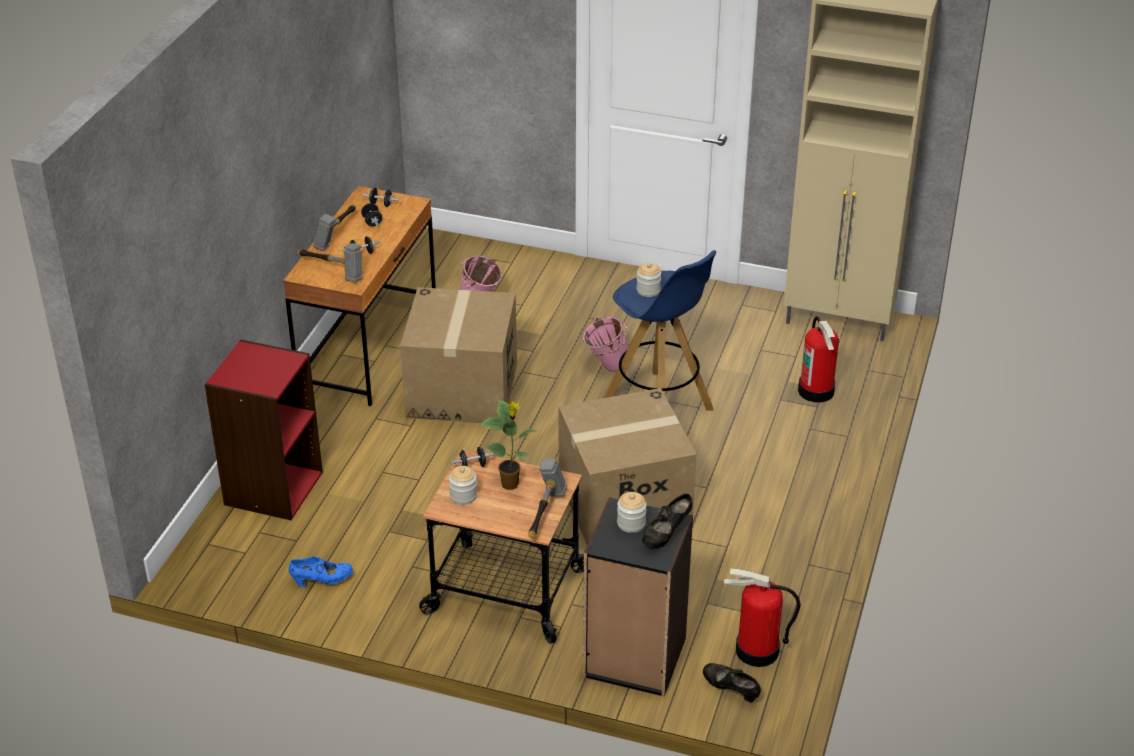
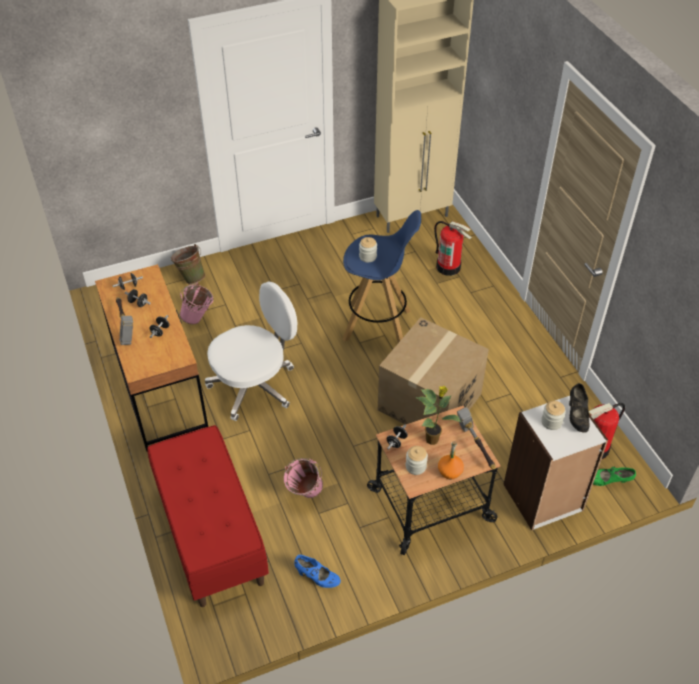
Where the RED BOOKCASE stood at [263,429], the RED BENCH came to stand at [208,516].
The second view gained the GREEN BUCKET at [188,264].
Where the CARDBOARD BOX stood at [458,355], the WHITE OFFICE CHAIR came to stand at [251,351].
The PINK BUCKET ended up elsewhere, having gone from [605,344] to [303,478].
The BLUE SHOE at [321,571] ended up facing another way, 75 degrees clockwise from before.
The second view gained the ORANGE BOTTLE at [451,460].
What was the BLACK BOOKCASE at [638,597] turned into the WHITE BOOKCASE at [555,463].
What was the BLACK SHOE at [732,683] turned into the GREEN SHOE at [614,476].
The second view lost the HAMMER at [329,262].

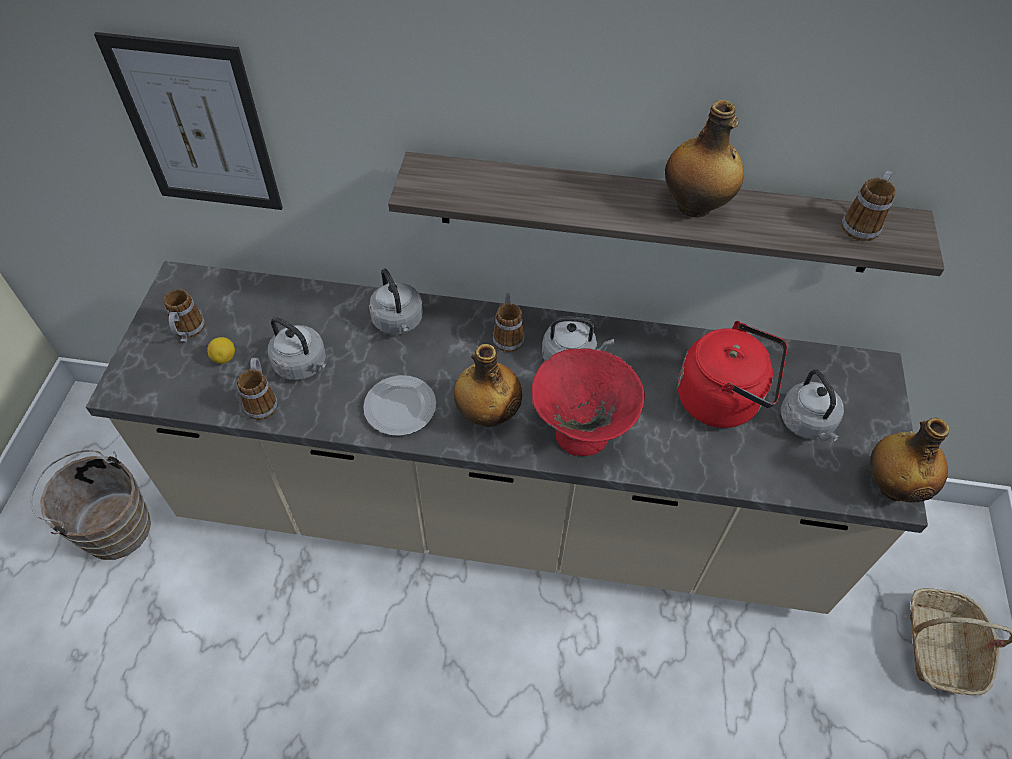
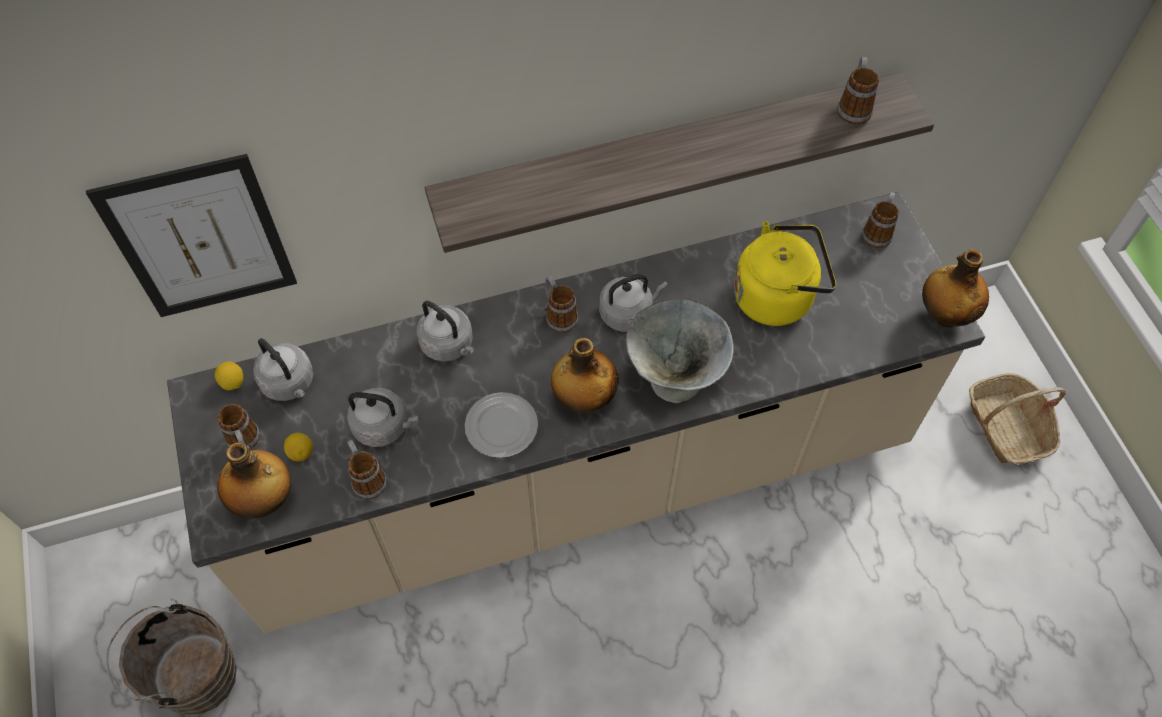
The second view gained the LEMON at [229,375].
The BOTTLE ended up elsewhere, having gone from [704,159] to [254,480].
The GREY KETTLE ended up elsewhere, having gone from [812,405] to [283,369].
What was the RED BOWL at [588,402] turned into the GREY BOWL at [679,351].
What was the RED KETTLE at [732,374] turned into the YELLOW KETTLE at [785,273].
The second view gained the MUG at [880,220].

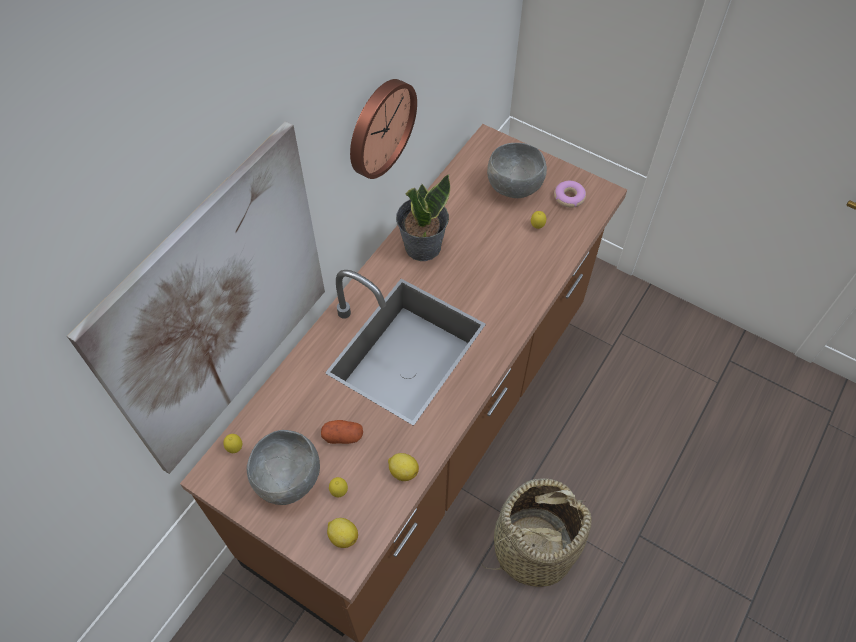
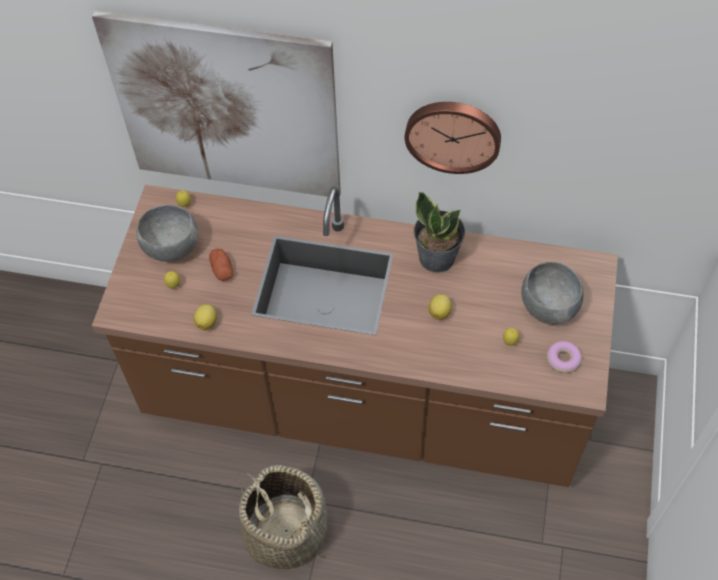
The LEMON ended up elsewhere, having gone from [342,533] to [440,307].

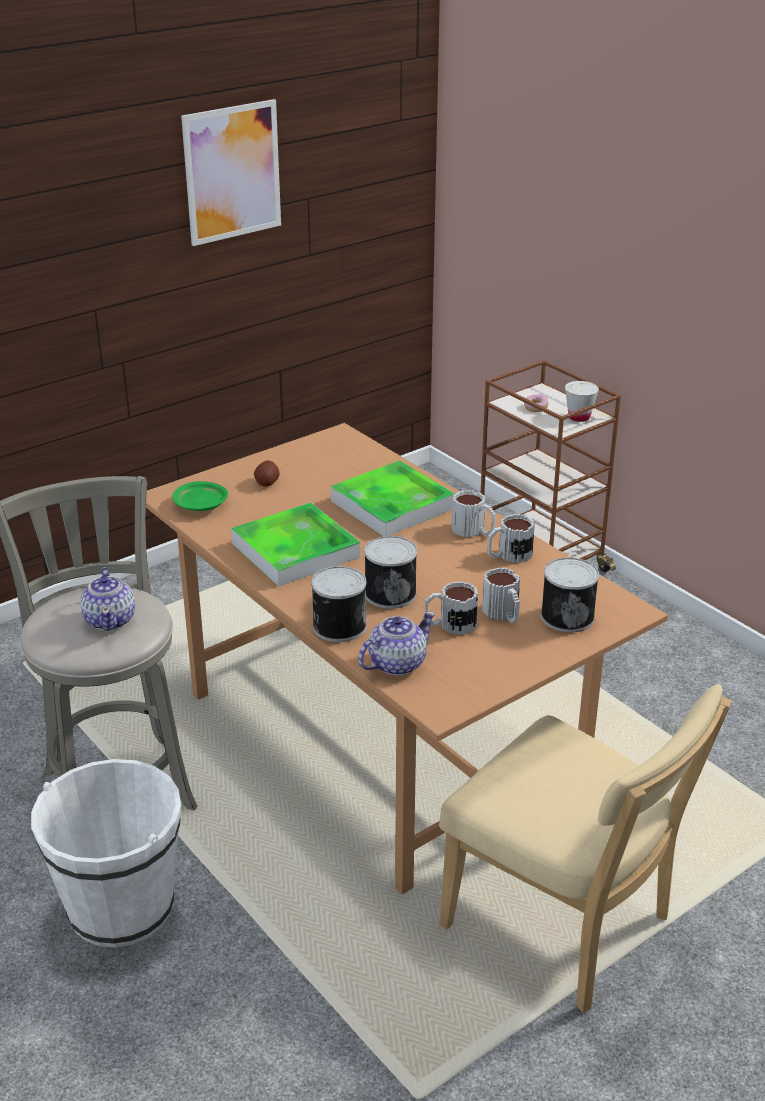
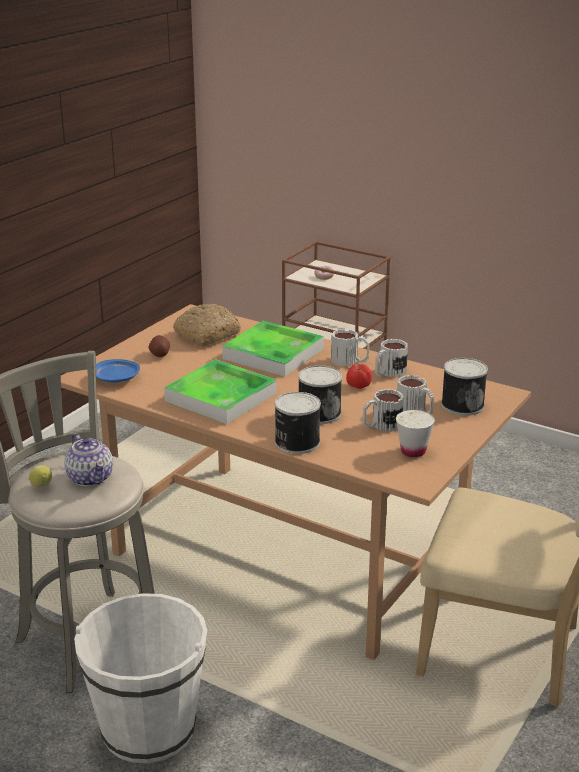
The second view gained the LEMON at [40,476].
What was the GREEN PLATE at [200,496] turned into the BLUE PLATE at [118,371].
The second view gained the BREAD at [207,325].
The second view gained the TOMATO at [359,376].
The WHITE CUP ended up elsewhere, having gone from [582,401] to [415,433].
The second view lost the PICTURE at [231,172].
The second view lost the TEAPOT at [397,643].

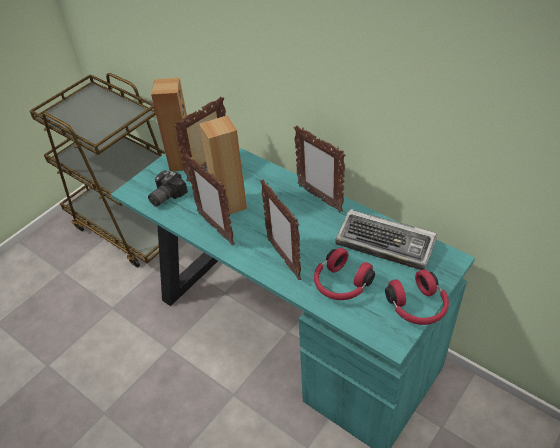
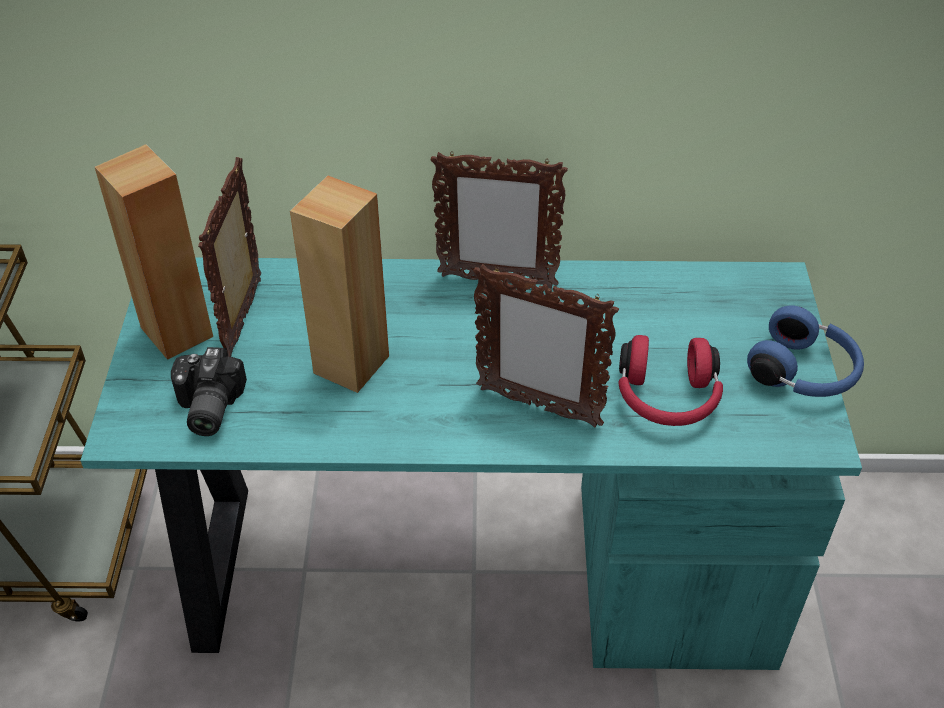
What was the RED HEADPHONES at [417,297] turned into the BLUE HEADPHONES at [805,351].
The second view lost the PICTURE FRAME at [209,199].
The second view lost the KEYBOARD at [386,239].

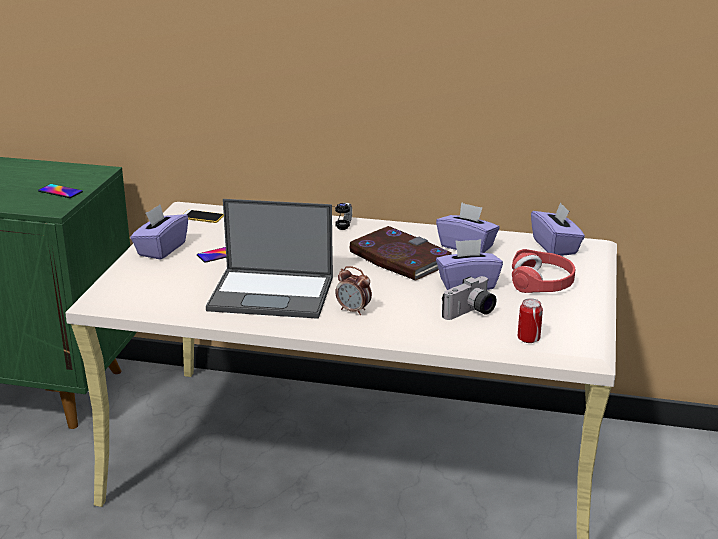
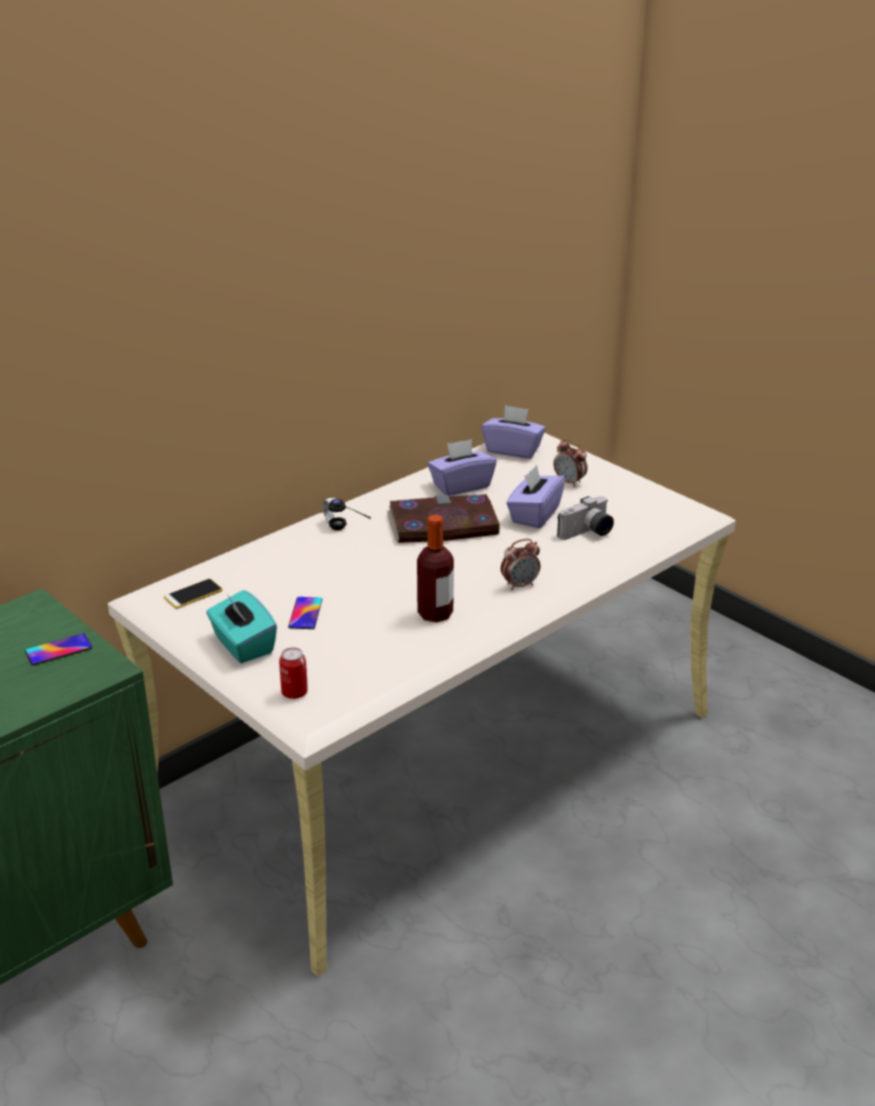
What was the PURPLE TISSUE BOX at [159,232] turned into the TURQUOISE TISSUE BOX at [241,626].
The CAN ended up elsewhere, having gone from [530,320] to [293,673].
Where the LAPTOP stood at [269,259], the BOTTLE came to stand at [435,568].
Where the RED HEADPHONES stood at [544,271], the ALARM CLOCK came to stand at [570,463].
The PHOTO CAMERA at [469,298] ended up facing another way, 60 degrees clockwise from before.

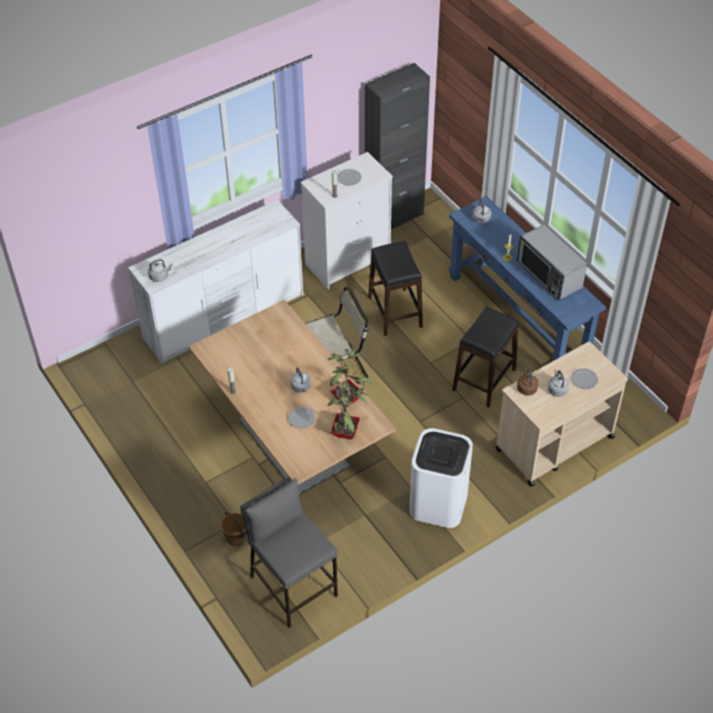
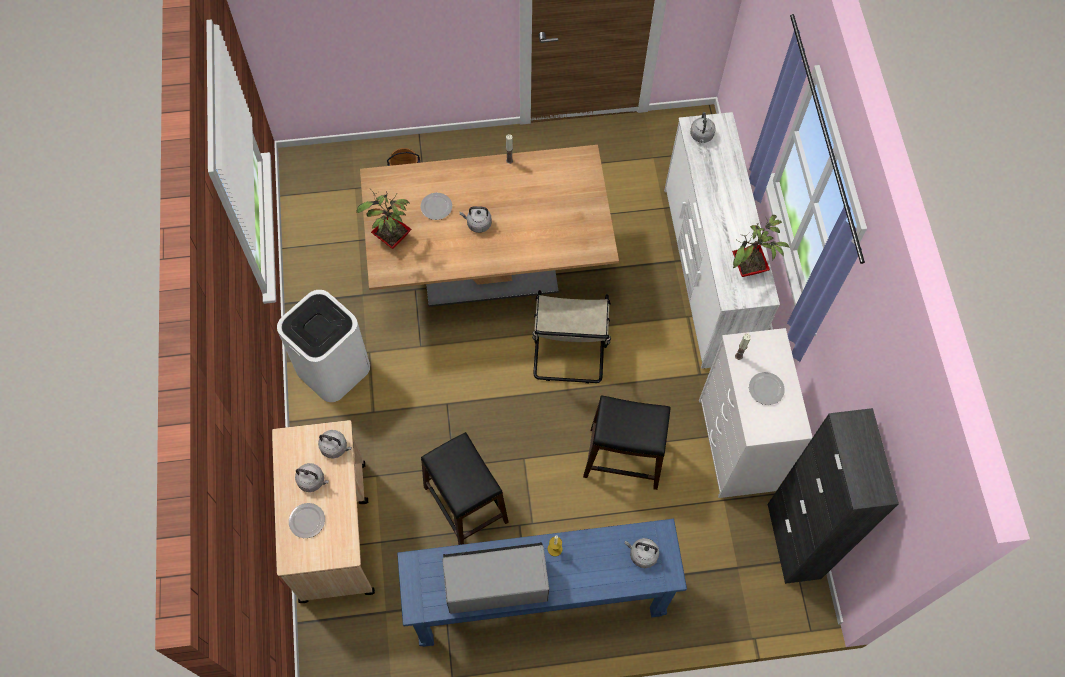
What was the BROWN KETTLE at [527,381] turned into the GREY KETTLE at [334,444].
The POTTED PLANT ended up elsewhere, having gone from [350,378] to [761,246].
The second view lost the GREY STOOL at [289,552].

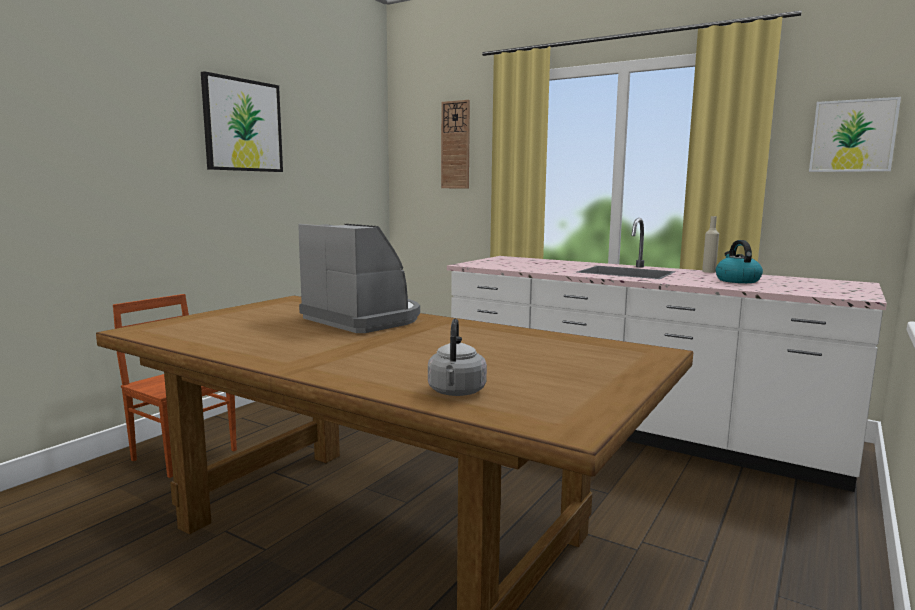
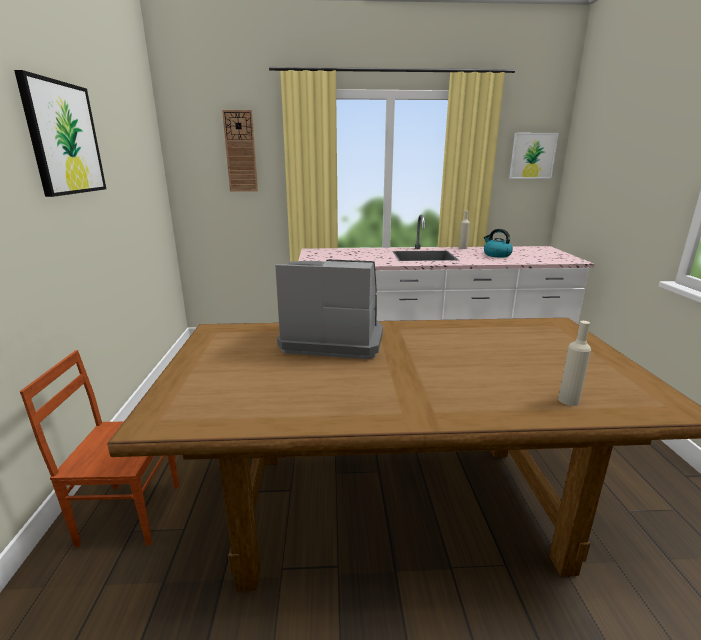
Where the GREY KETTLE stood at [457,357], the BEIGE BOTTLE came to stand at [574,363].

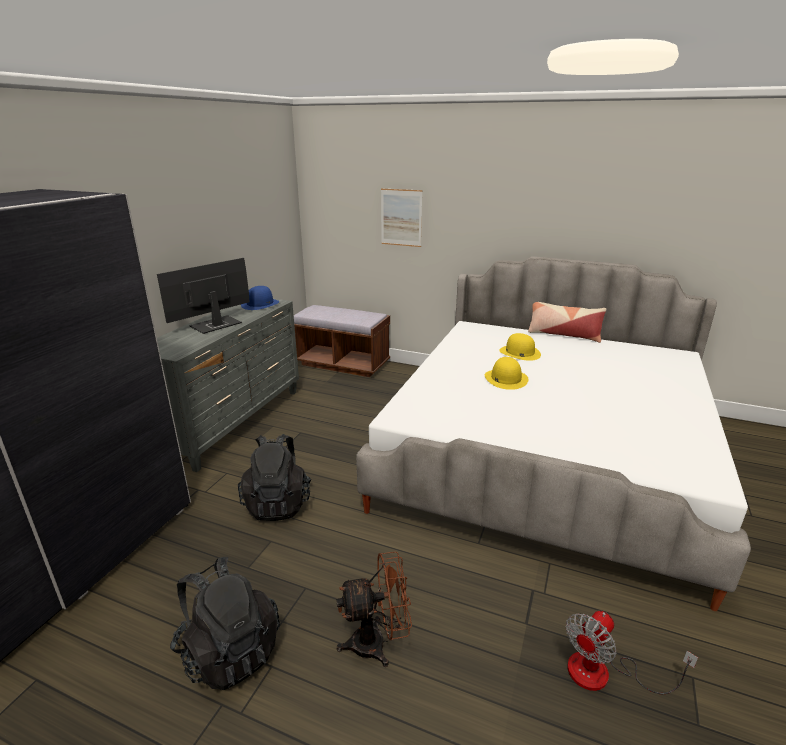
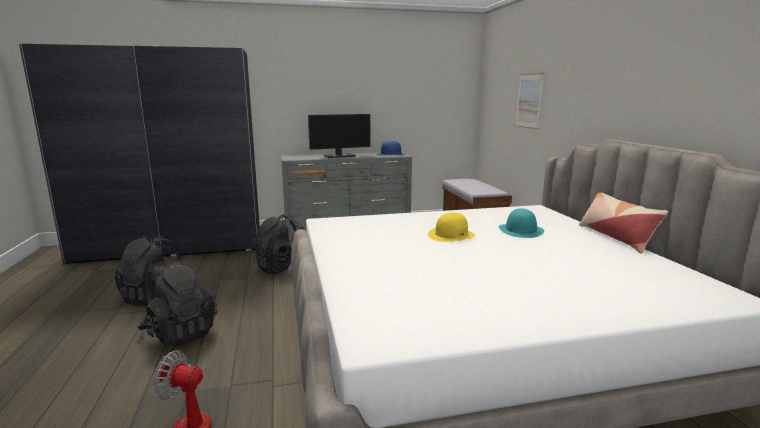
Where the BROWN FAN stood at [374,609], the BLACK BACKPACK came to stand at [177,303].
The MONITOR at [203,296] ended up facing another way, 150 degrees clockwise from before.
What was the YELLOW HAT at [520,347] turned into the TURQUOISE HAT at [521,223].

